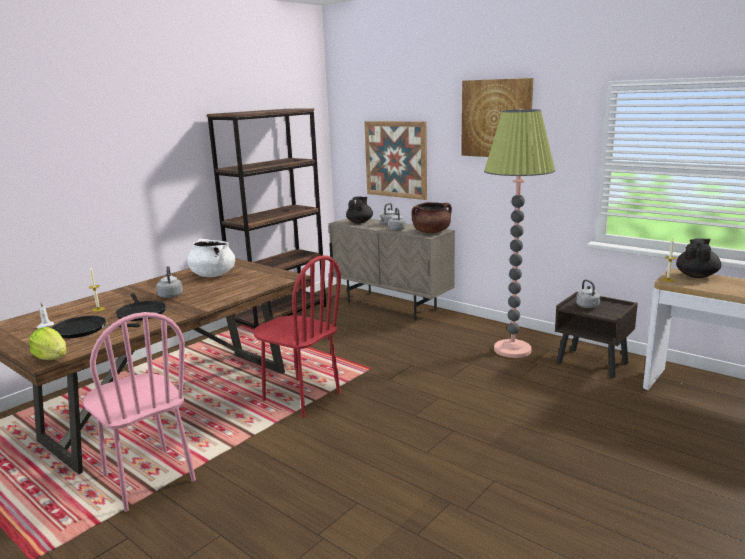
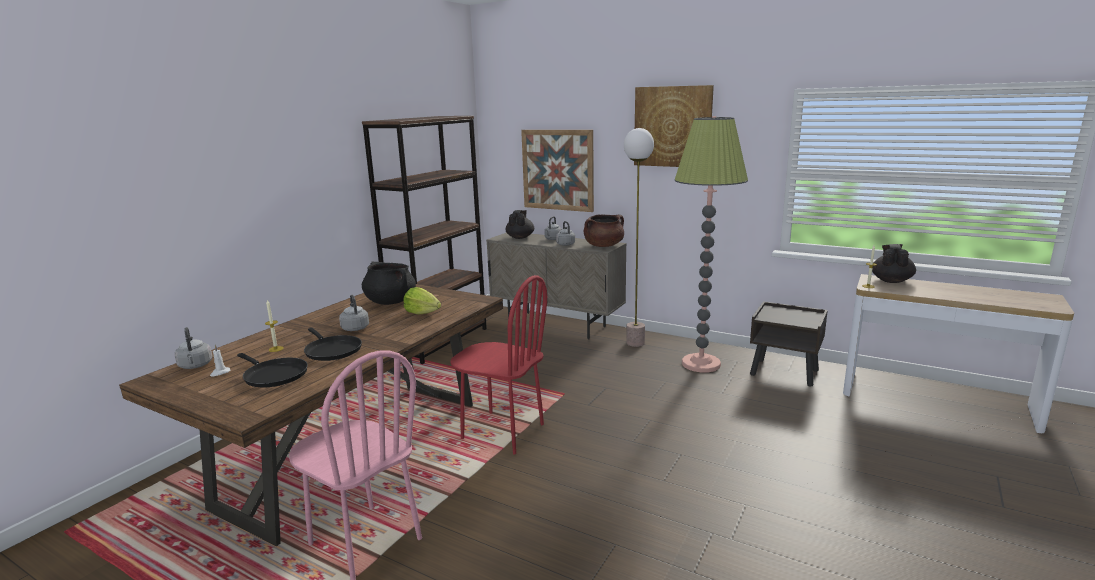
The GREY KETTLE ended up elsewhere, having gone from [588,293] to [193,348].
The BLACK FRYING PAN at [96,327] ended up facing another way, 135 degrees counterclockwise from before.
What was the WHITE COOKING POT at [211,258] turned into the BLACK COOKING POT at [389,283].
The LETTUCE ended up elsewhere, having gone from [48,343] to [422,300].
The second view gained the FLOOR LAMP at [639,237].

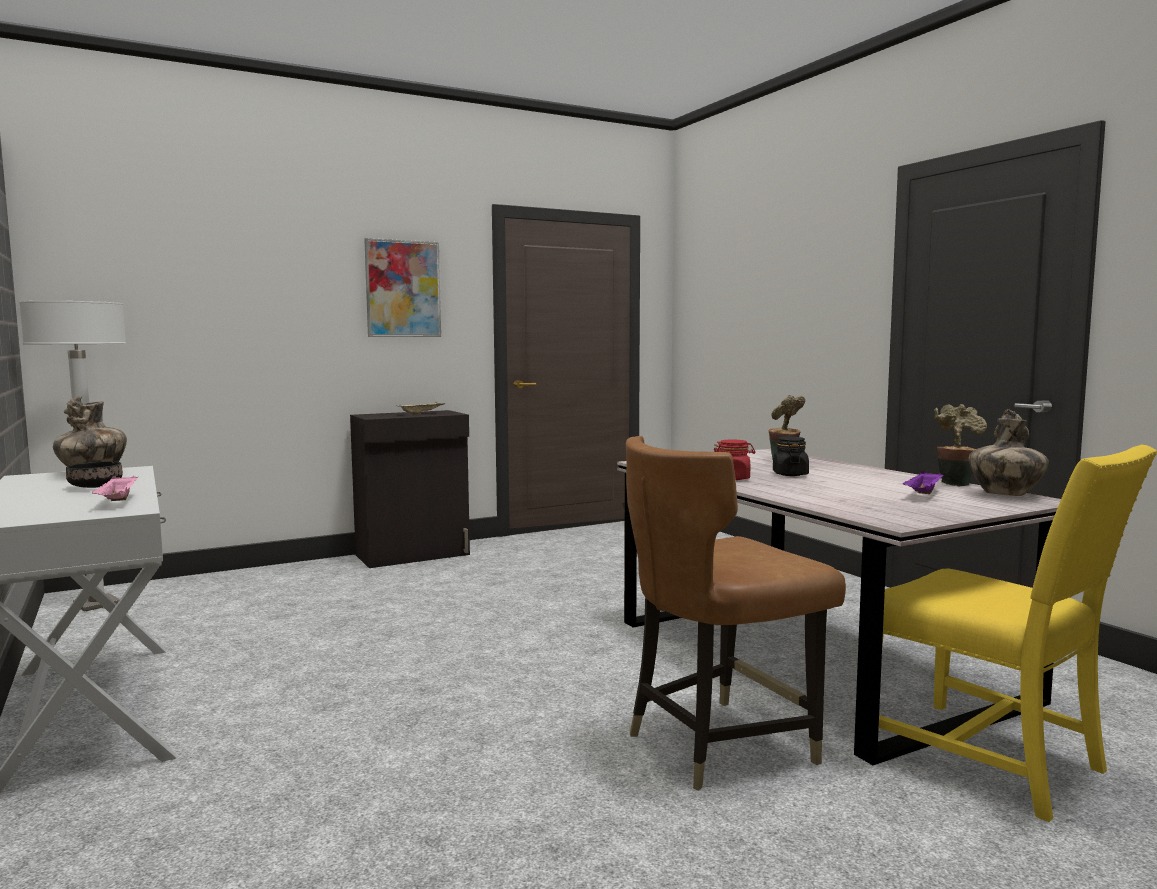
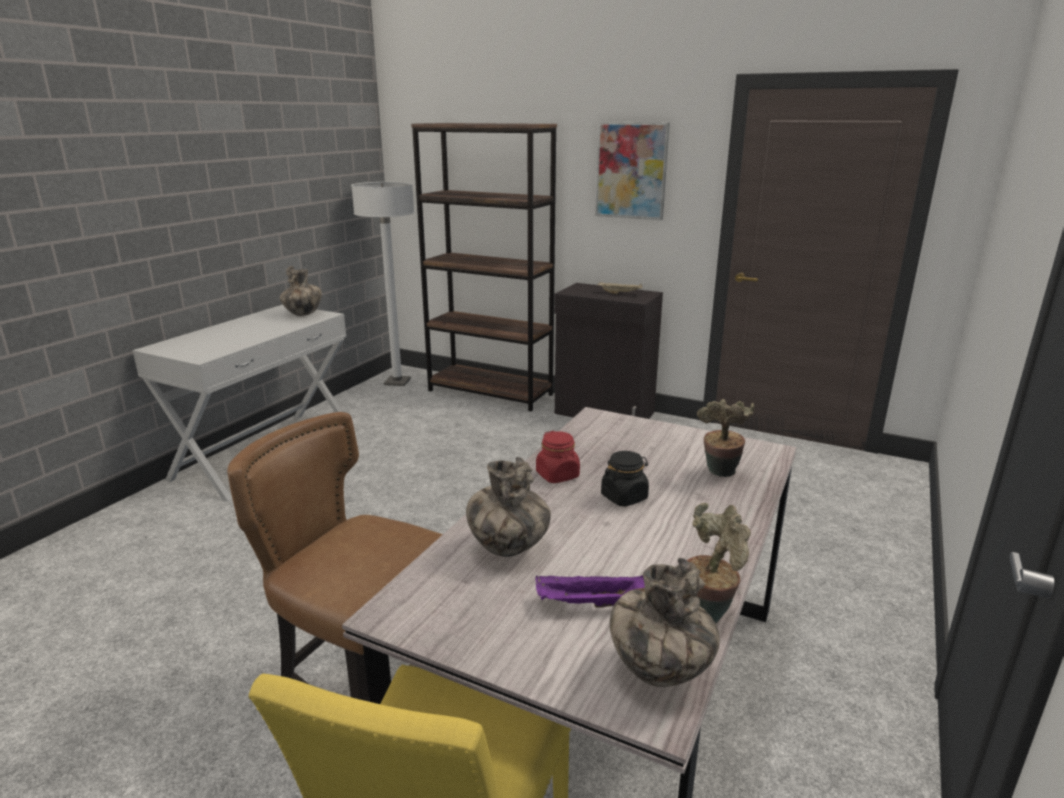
The second view gained the BROWN BOOKCASE at [484,267].
The second view gained the VASE at [508,507].
The second view lost the BLACK BOWL at [94,474].
The second view lost the PINK TRAY at [115,488].

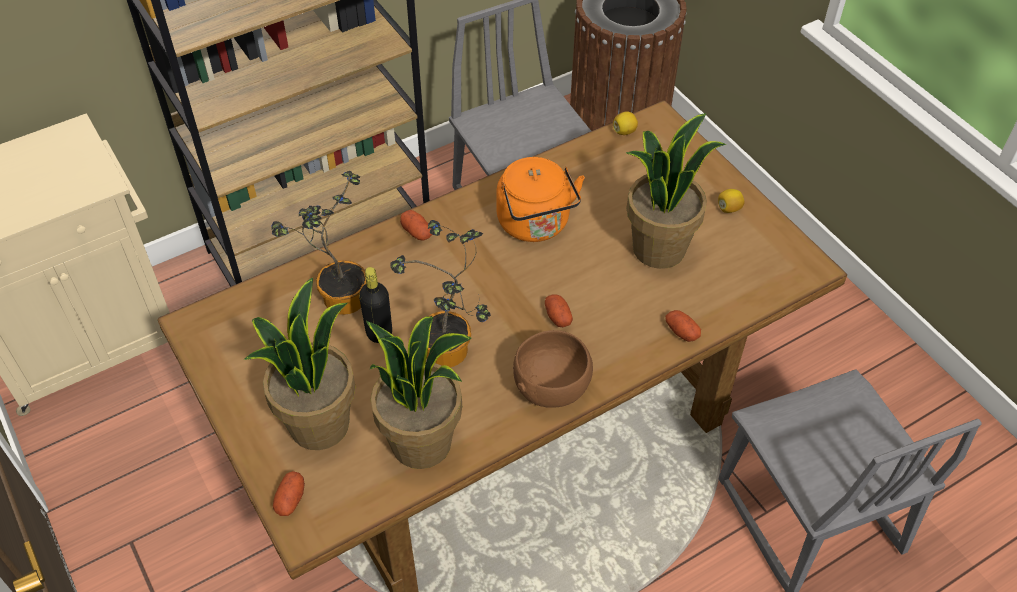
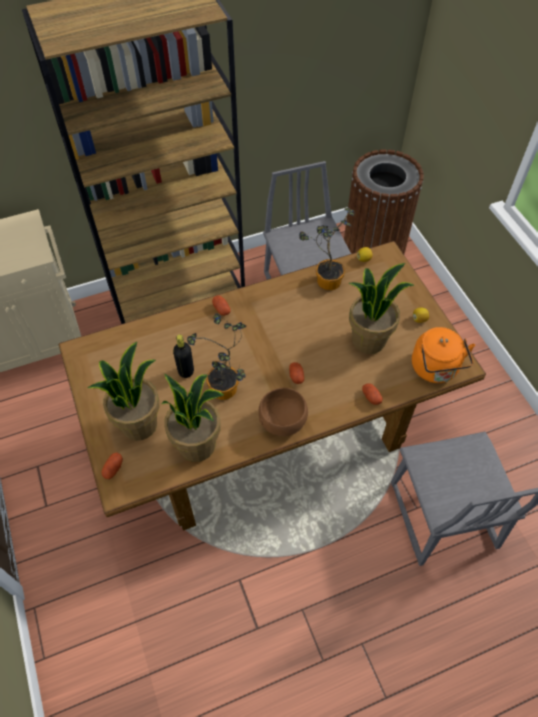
The POTTED PLANT ended up elsewhere, having gone from [318,243] to [327,248].
The ORANGE KETTLE ended up elsewhere, having gone from [540,199] to [443,355].

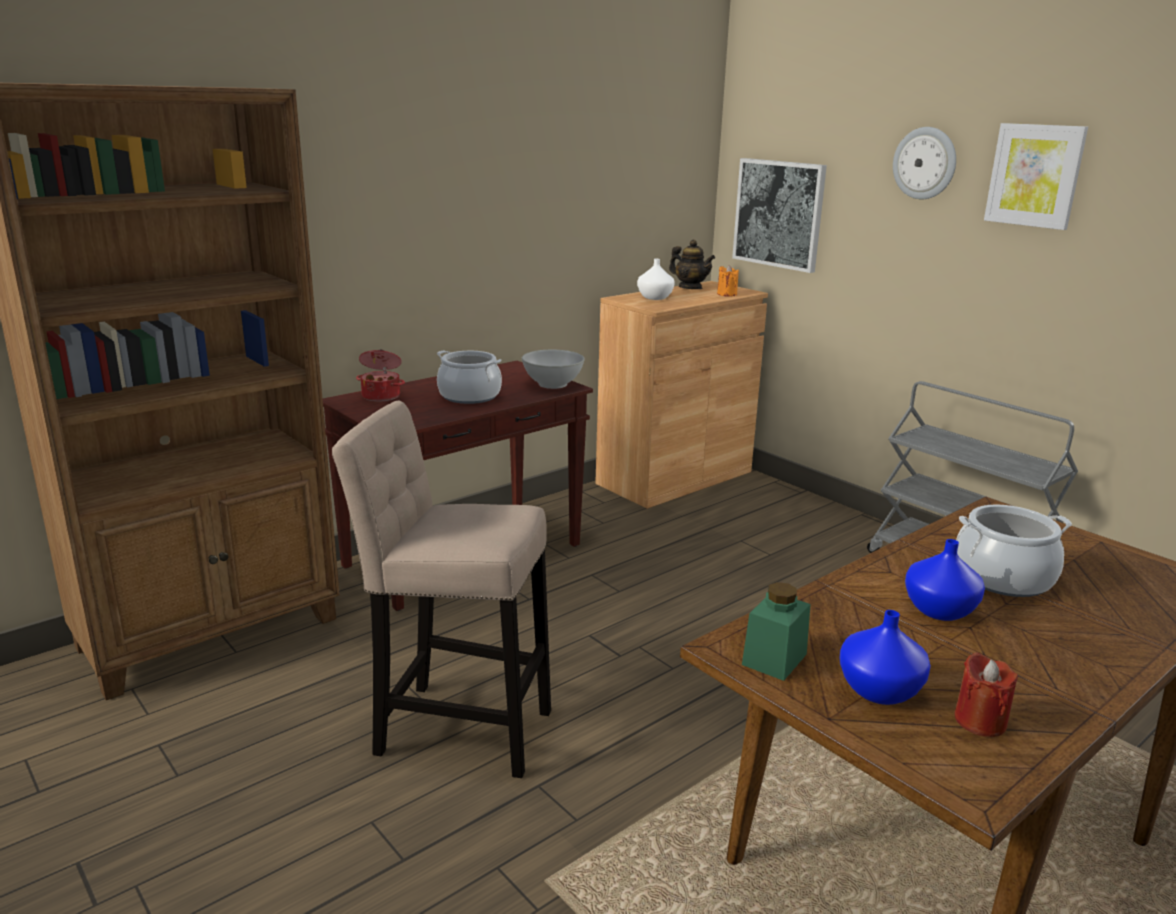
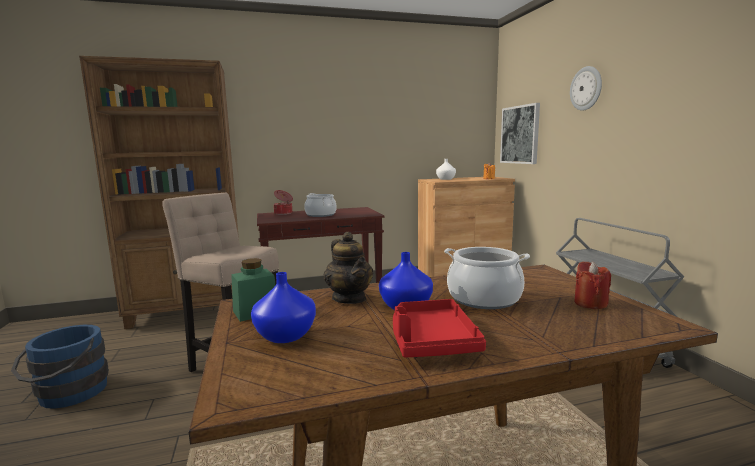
The second view gained the BLUE BUCKET at [60,367].
The TEAPOT ended up elsewhere, having gone from [692,264] to [348,268].
The second view gained the RED TRAY at [439,328].
The RED CANDLE ended up elsewhere, having gone from [986,694] to [592,285].
The second view lost the WHITE BOWL at [553,369].
The second view lost the PICTURE at [1036,176].

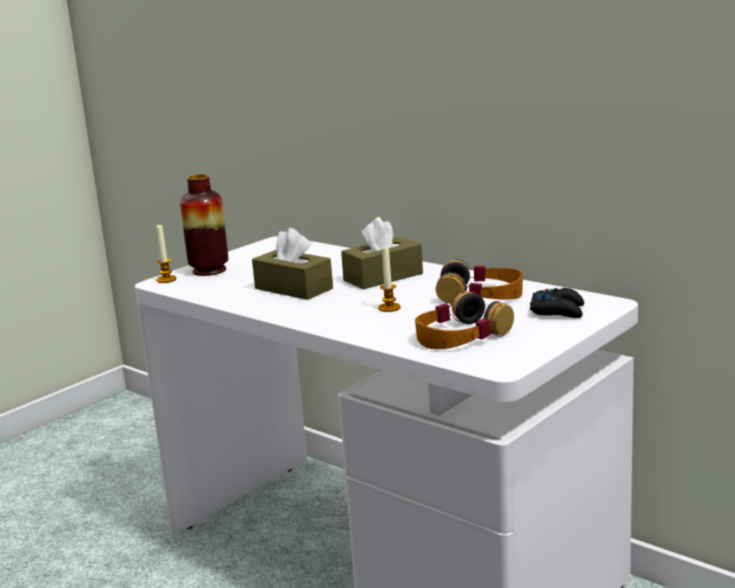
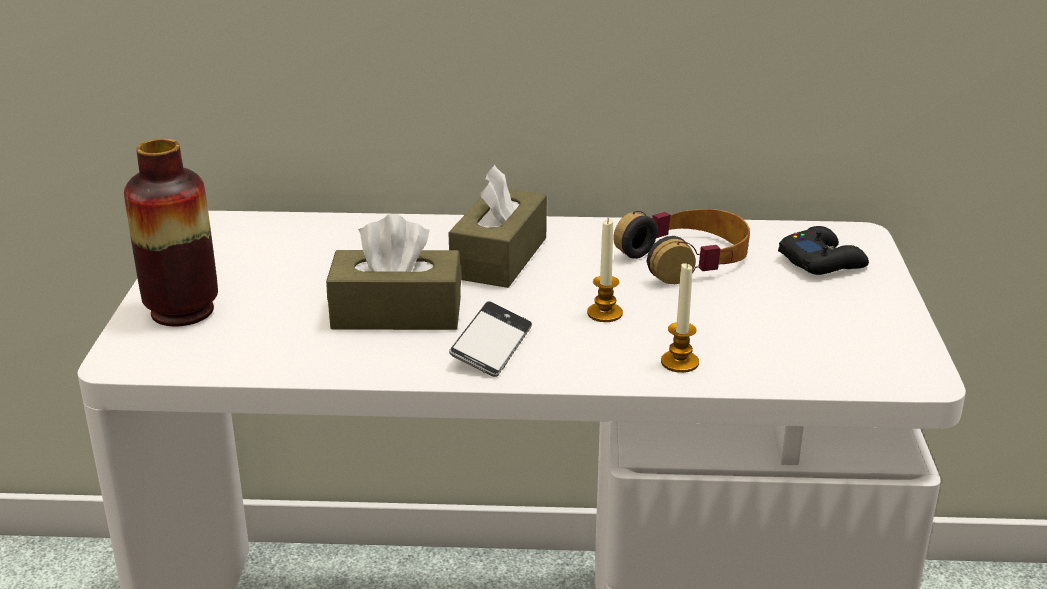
The second view gained the PHONE at [490,339].
The CANDLE ended up elsewhere, having gone from [167,254] to [680,317].
The second view lost the HEADPHONES at [464,320].

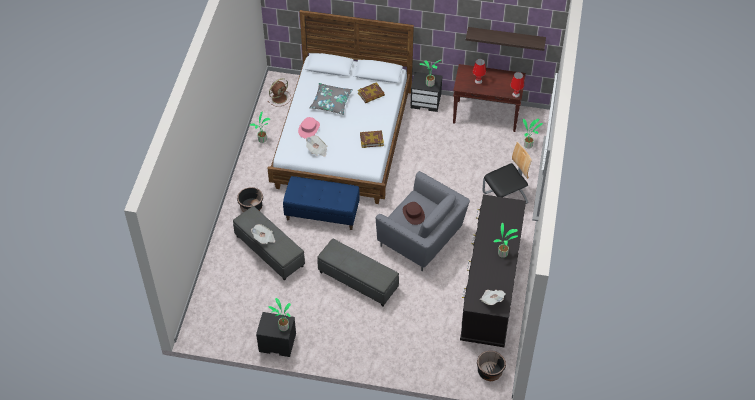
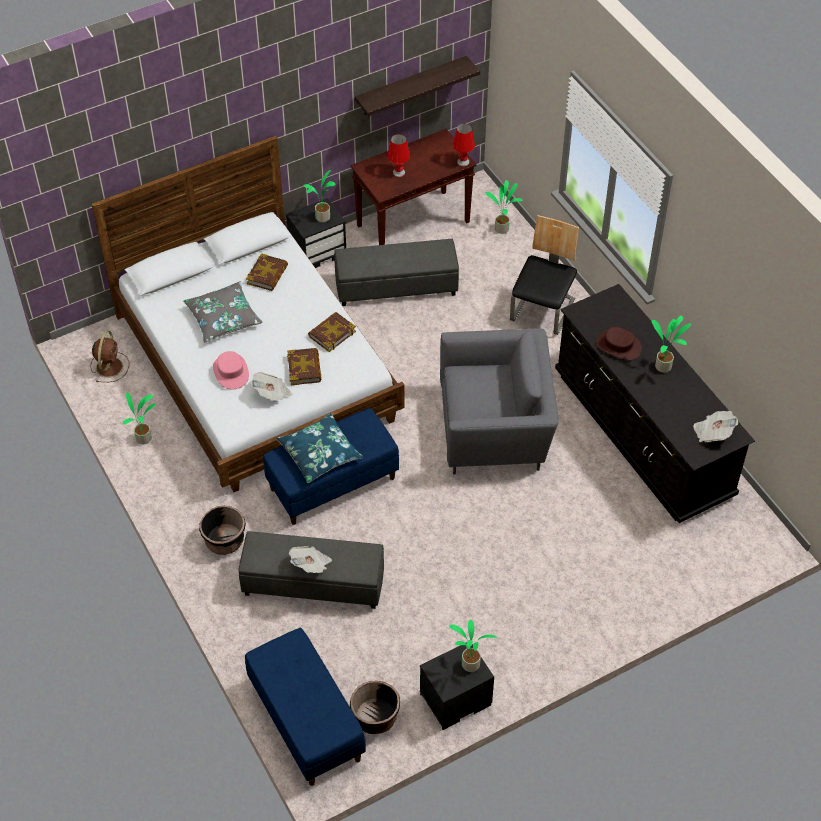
The second view gained the BLUE BENCH at [305,707].
The second view gained the BLUE PILLOW at [319,448].
The second view gained the BOOK at [304,366].
The GREY OTTOMAN ended up elsewhere, having gone from [358,272] to [396,272].
The BLACK PLANTER ended up elsewhere, having gone from [491,366] to [375,707].
The BROWN HAT ended up elsewhere, having gone from [414,213] to [619,343].

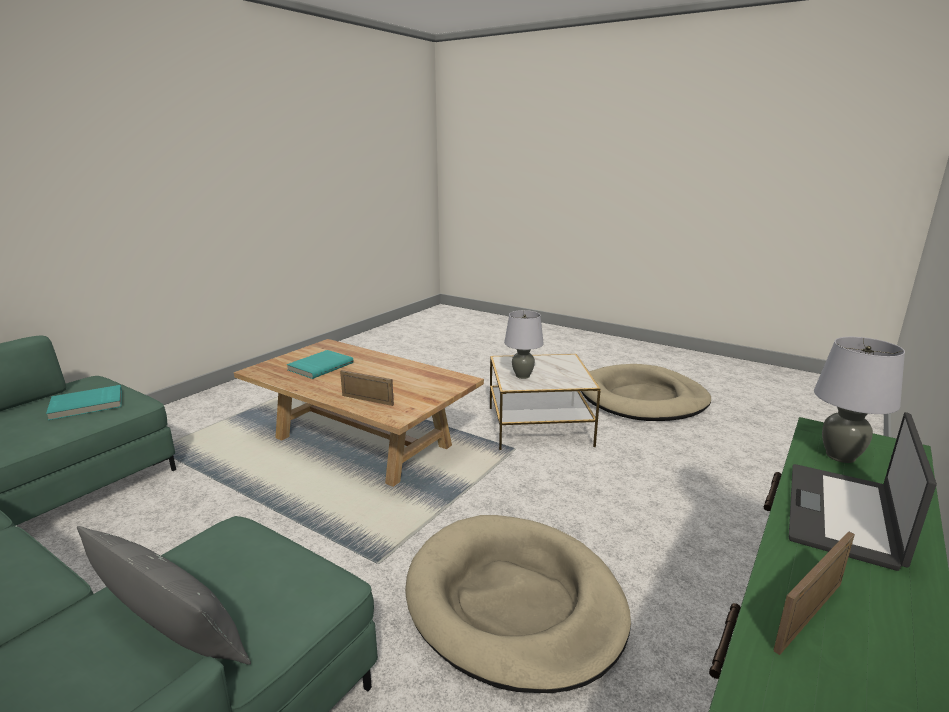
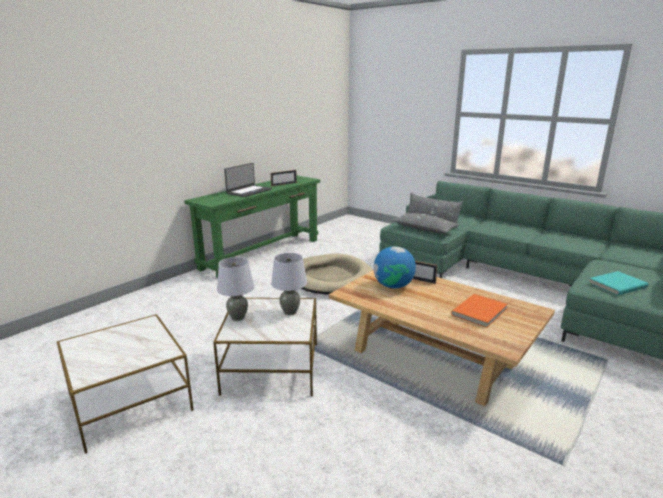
Where the BEIGE DOG BED stood at [646,392], the SIDE TABLE came to stand at [125,384].
The GREY TABLE LAMP ended up elsewhere, having gone from [859,400] to [235,289].
The second view gained the GLOBE at [395,267].
The second view gained the GREY PILLOW at [425,223].
What was the TURQUOISE BOOK at [320,364] turned into the ORANGE BOOK at [479,311].

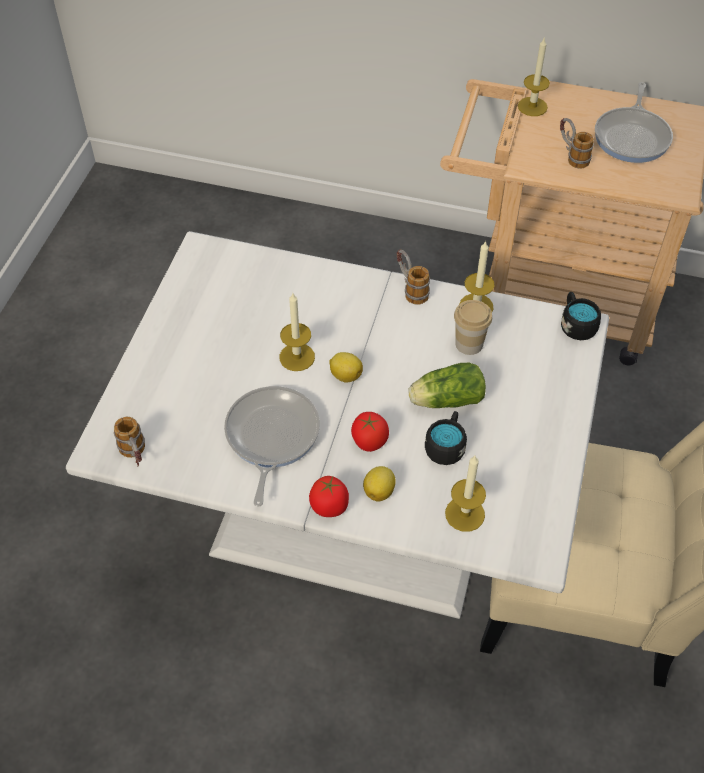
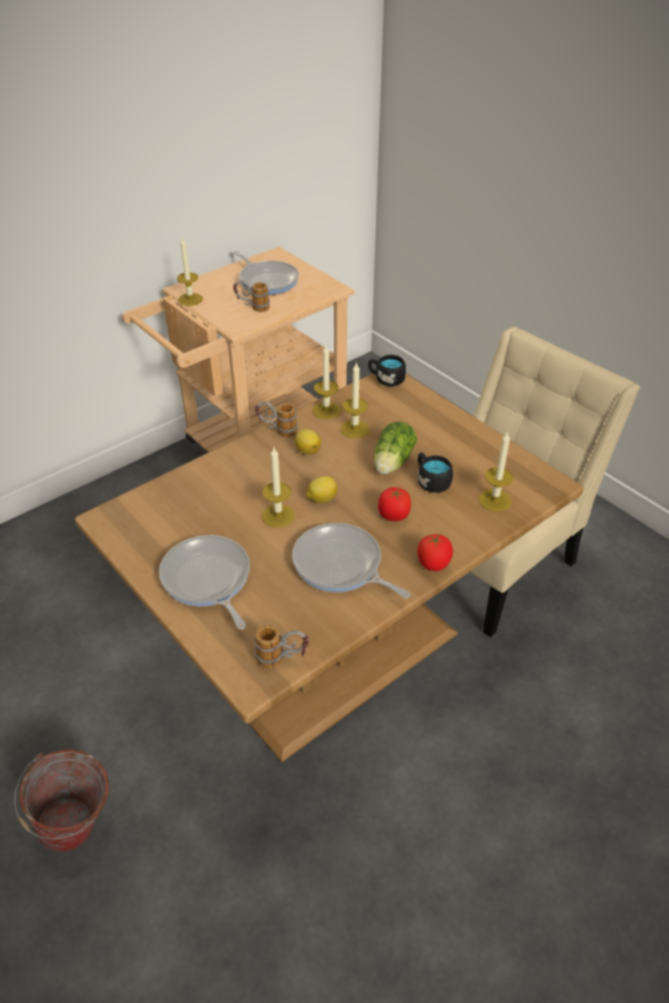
The second view gained the BUCKET at [61,801].
What was the WHITE DINING TABLE at [337,425] turned into the BROWN DINING TABLE at [329,567].
The second view gained the FRYING PAN at [204,582].
The LEMON ended up elsewhere, having gone from [379,484] to [308,442].
Where the CUP stood at [473,327], the CANDLE came to stand at [355,400].

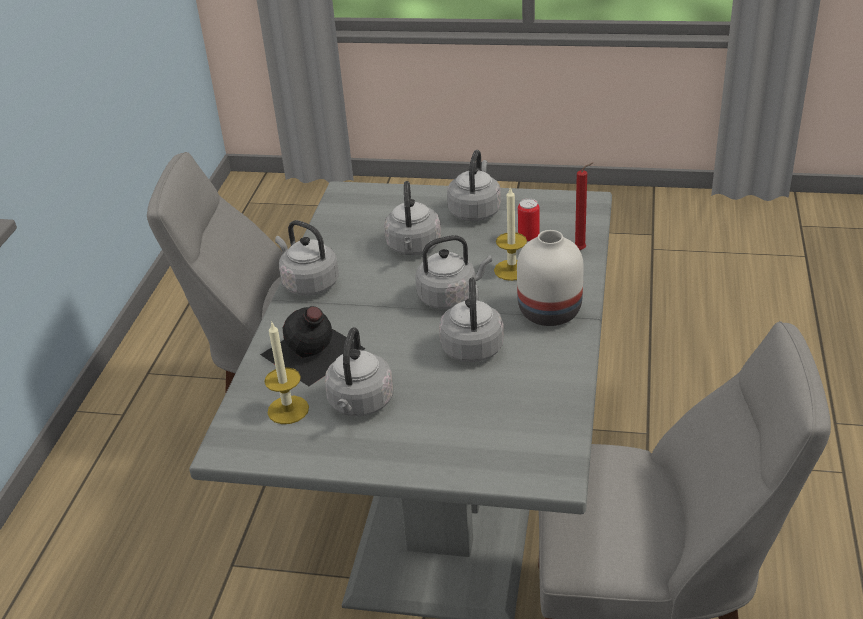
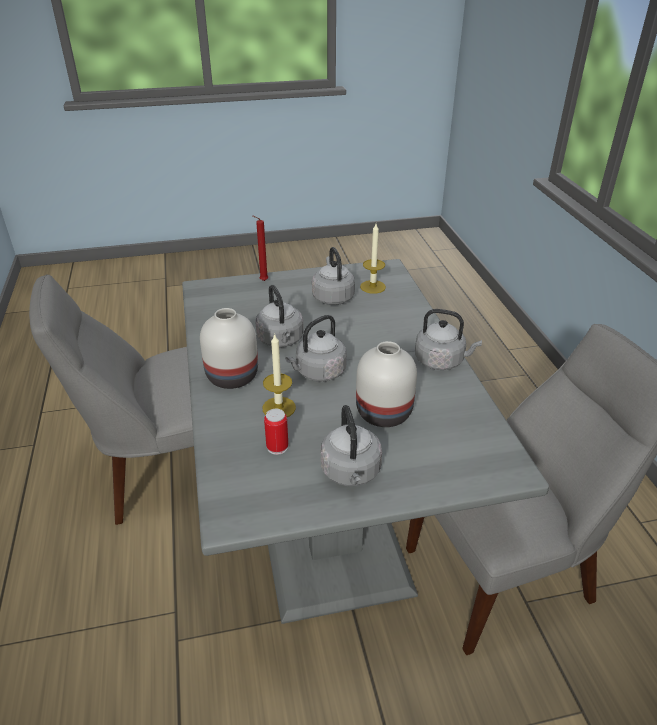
The RED CANDLE ended up elsewhere, having gone from [584,206] to [260,248].
Where the GREY KETTLE stood at [412,218], the WHITE VASE came to stand at [386,384].
The second view lost the BLACK BOTTLE at [313,346].

